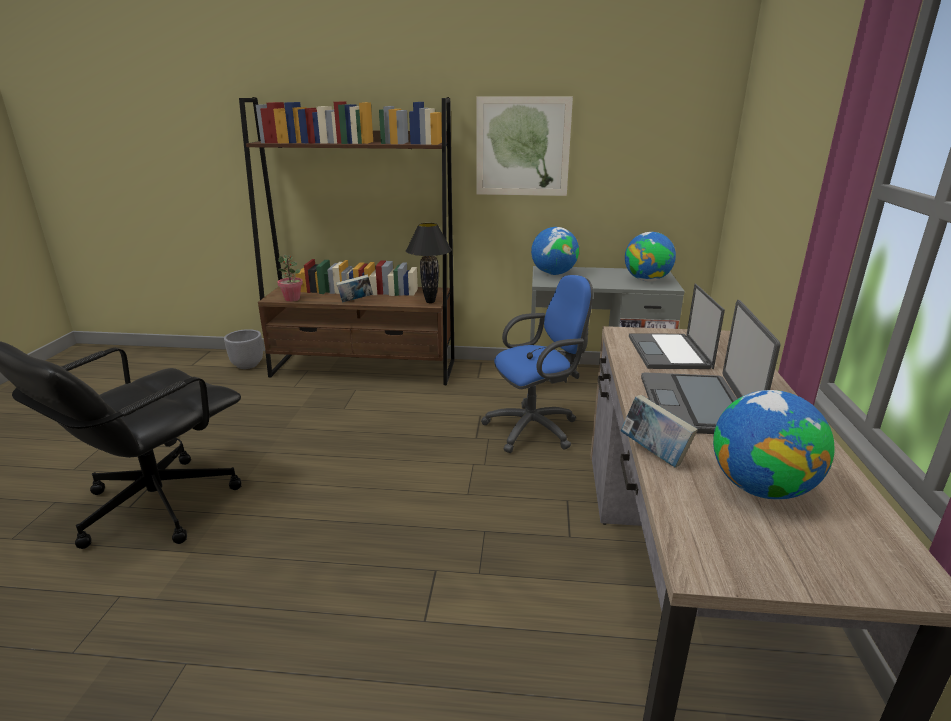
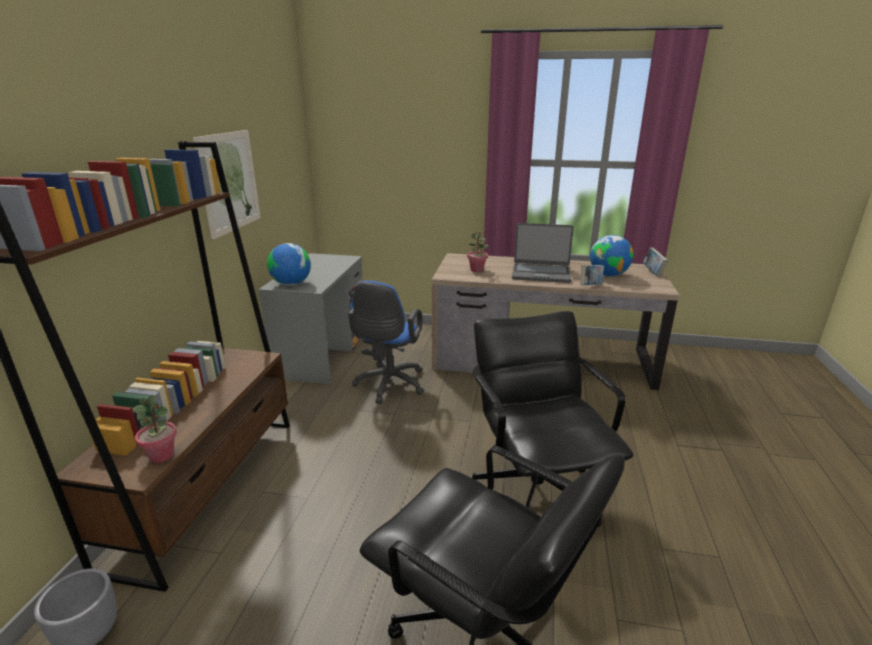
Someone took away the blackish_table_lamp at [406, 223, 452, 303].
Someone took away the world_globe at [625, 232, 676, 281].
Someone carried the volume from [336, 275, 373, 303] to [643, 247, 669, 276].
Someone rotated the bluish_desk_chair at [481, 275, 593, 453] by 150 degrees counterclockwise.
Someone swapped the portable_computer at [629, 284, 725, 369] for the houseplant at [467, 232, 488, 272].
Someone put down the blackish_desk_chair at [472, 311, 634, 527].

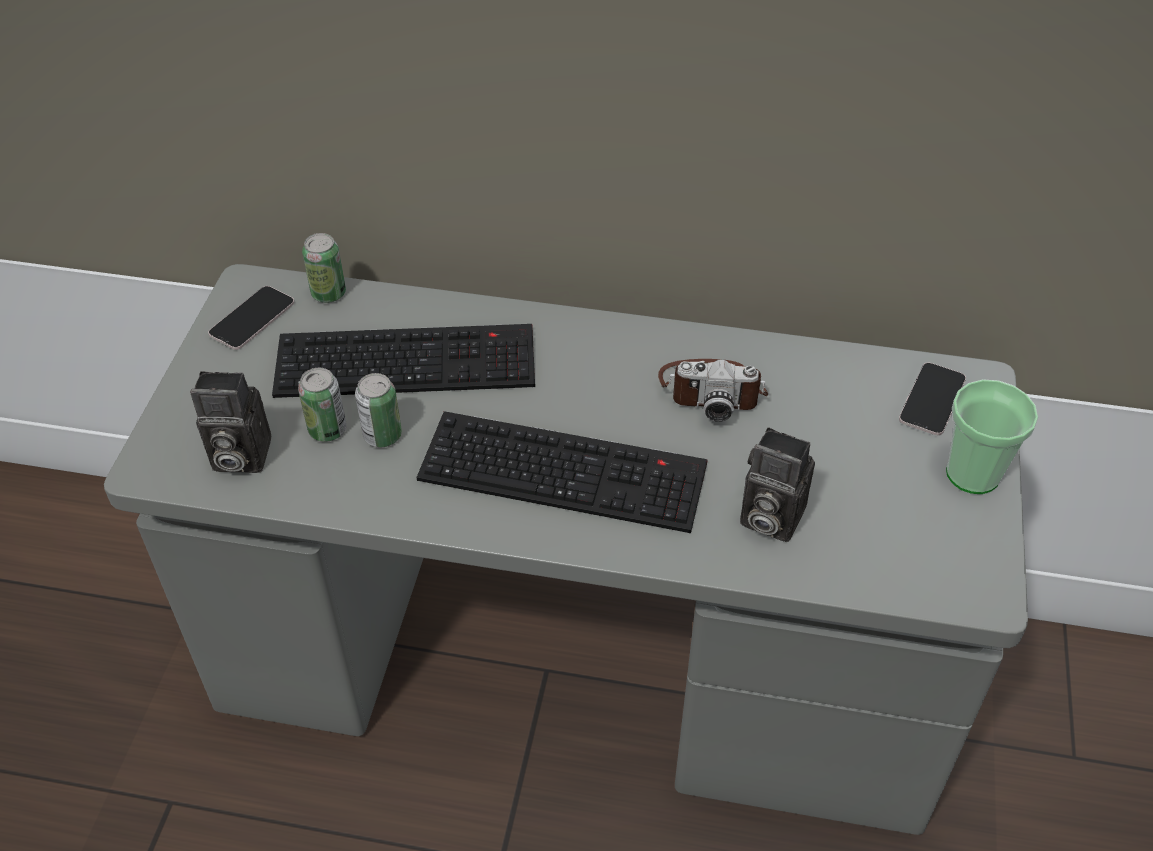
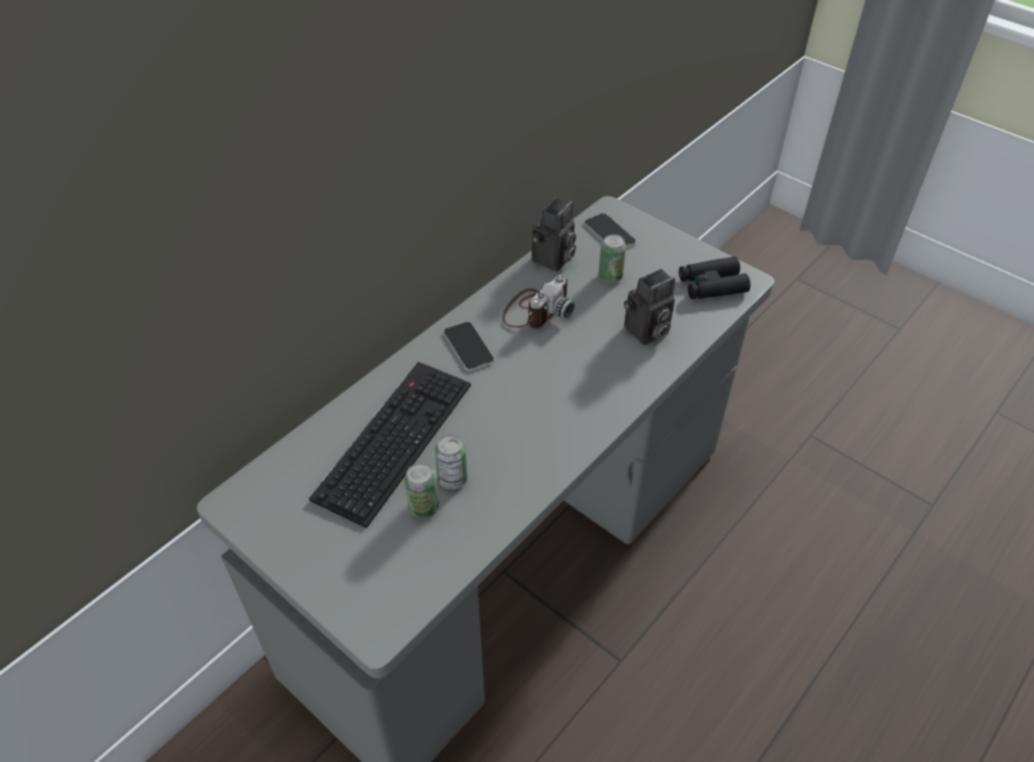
Someone carried the metal_can from [302, 233, 346, 303] to [599, 234, 626, 283].
Someone carried the telephone from [208, 286, 294, 350] to [444, 321, 495, 371].
Someone carried the photo_camera from [190, 371, 271, 473] to [531, 197, 576, 272].
Someone took away the small_cup at [946, 379, 1038, 494].
Someone took away the computer_keyboard at [417, 411, 708, 533].
Someone put down the blackish_binoculars at [679, 256, 751, 299].

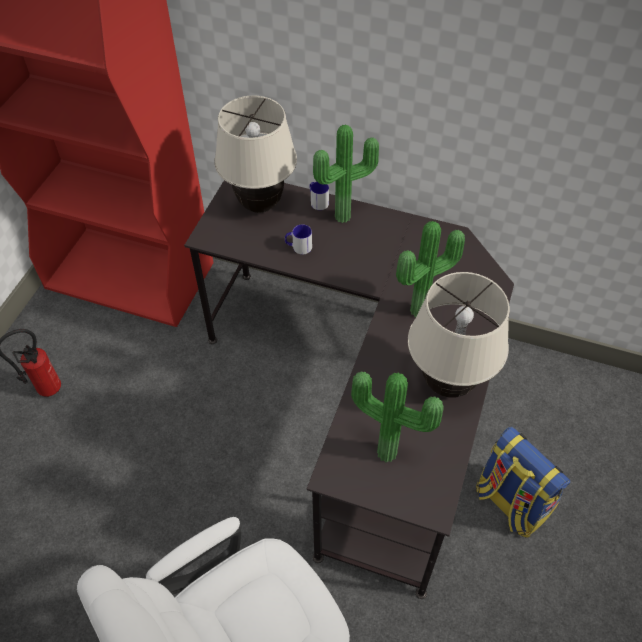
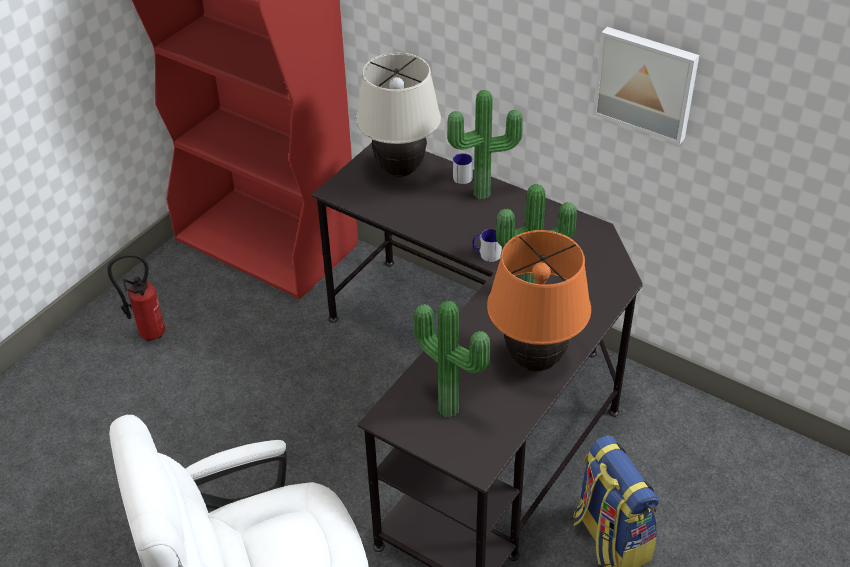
Someone carried the coffee_mug from [285, 224, 312, 254] to [472, 229, 502, 262].
Someone repainted the beige_table_lamp at [408, 272, 510, 398], which became the orange-coloured_table_lamp at [487, 230, 591, 371].
Someone put up the wall_picture at [593, 27, 699, 145].

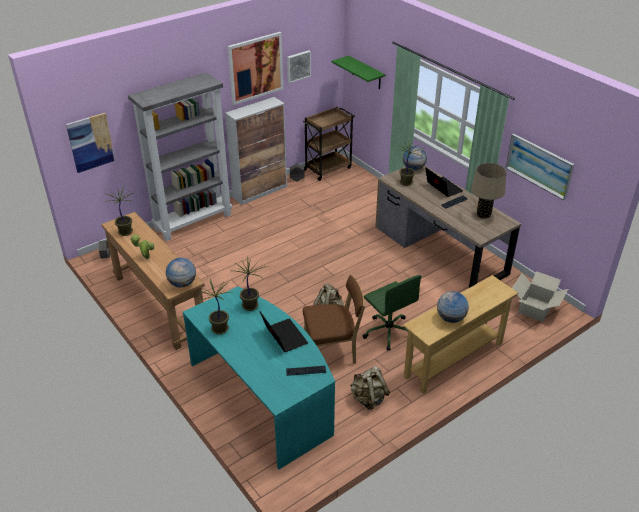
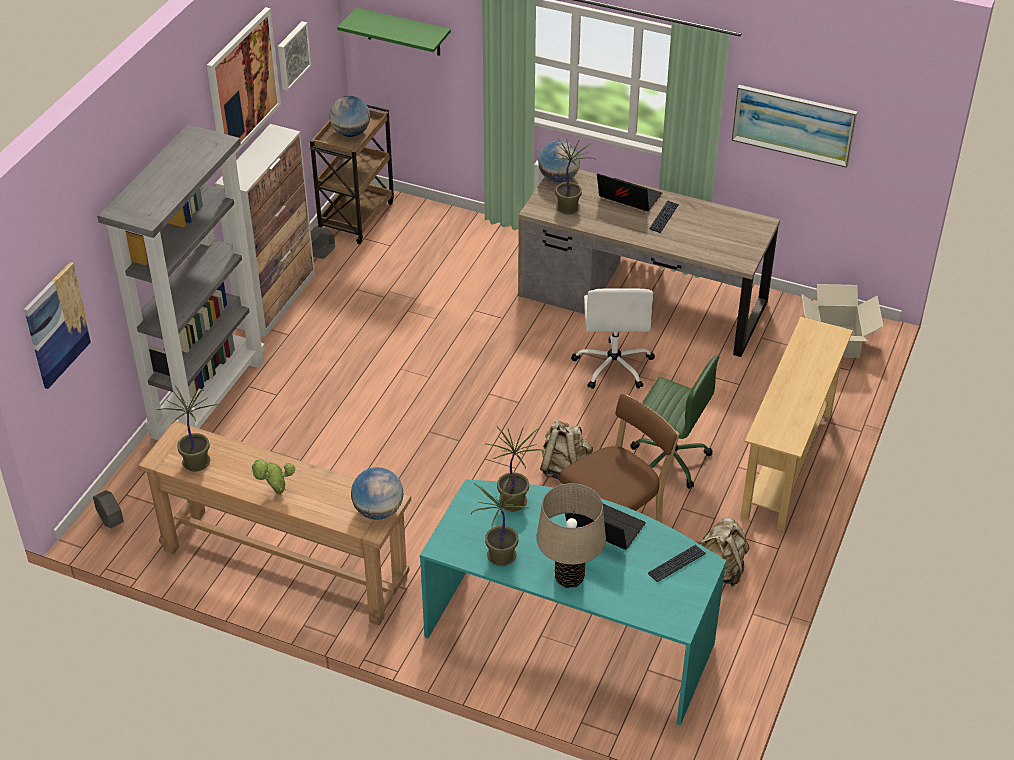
Someone carried the beige_table_lamp from [471, 163, 506, 219] to [536, 483, 606, 588].
Someone carried the world_globe from [437, 291, 469, 323] to [329, 96, 370, 137].
Someone put down the whitish_desk_chair at [571, 289, 655, 389].

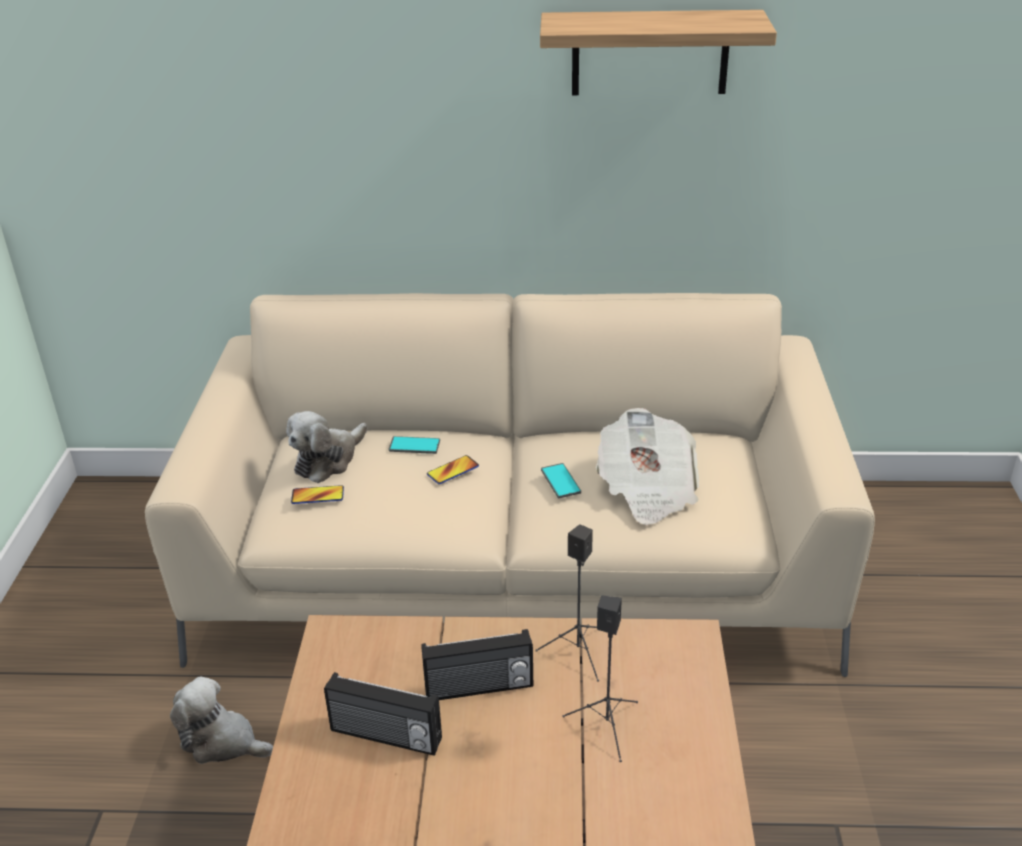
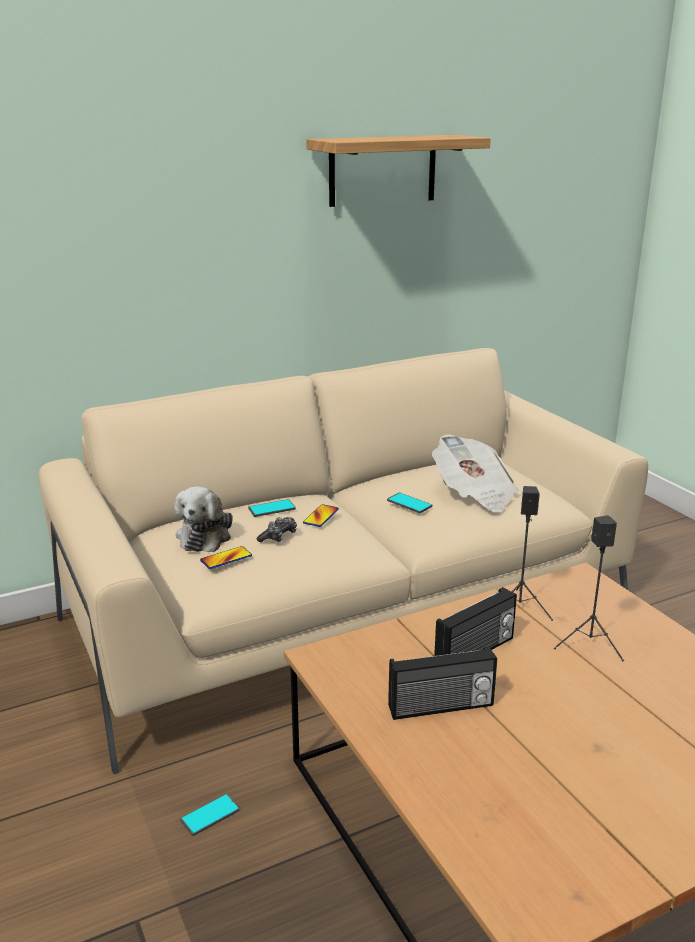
Someone swapped the soft_toy at [170, 676, 273, 764] for the telephone at [180, 794, 240, 836].
Someone put down the joypad at [256, 517, 297, 542].

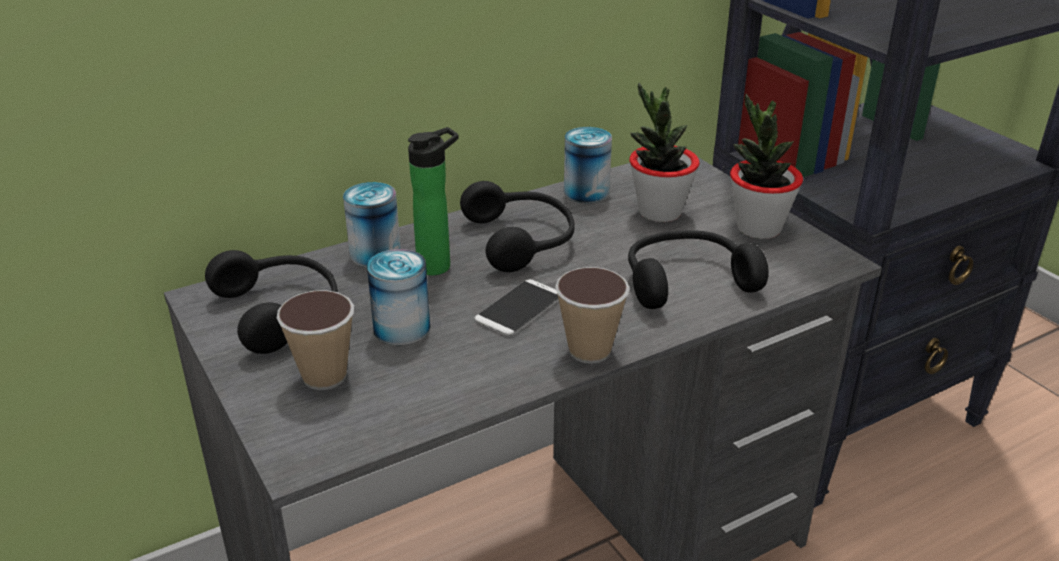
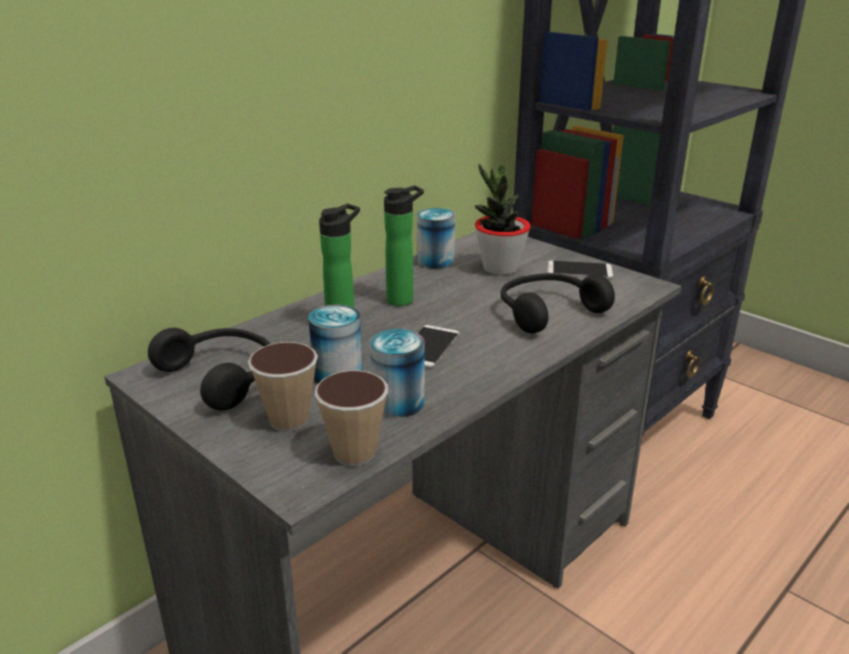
Someone swapped the houseplant at [730, 94, 803, 239] for the telephone at [547, 261, 613, 279].
Someone swapped the blackish_headset at [460, 181, 575, 272] for the drink_bottle at [384, 186, 424, 306].
Someone carried the metal_can from [343, 182, 401, 267] to [370, 329, 424, 418].
Someone carried the small_cup from [555, 267, 630, 364] to [315, 370, 388, 466].

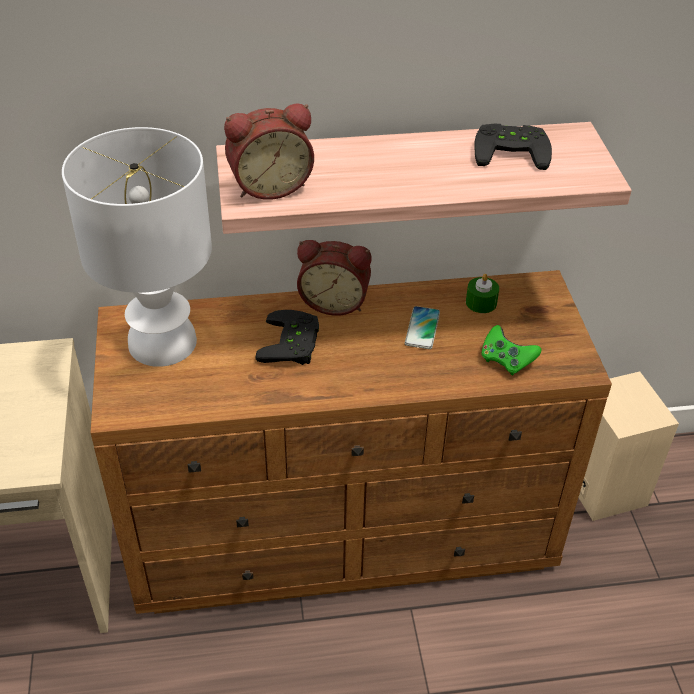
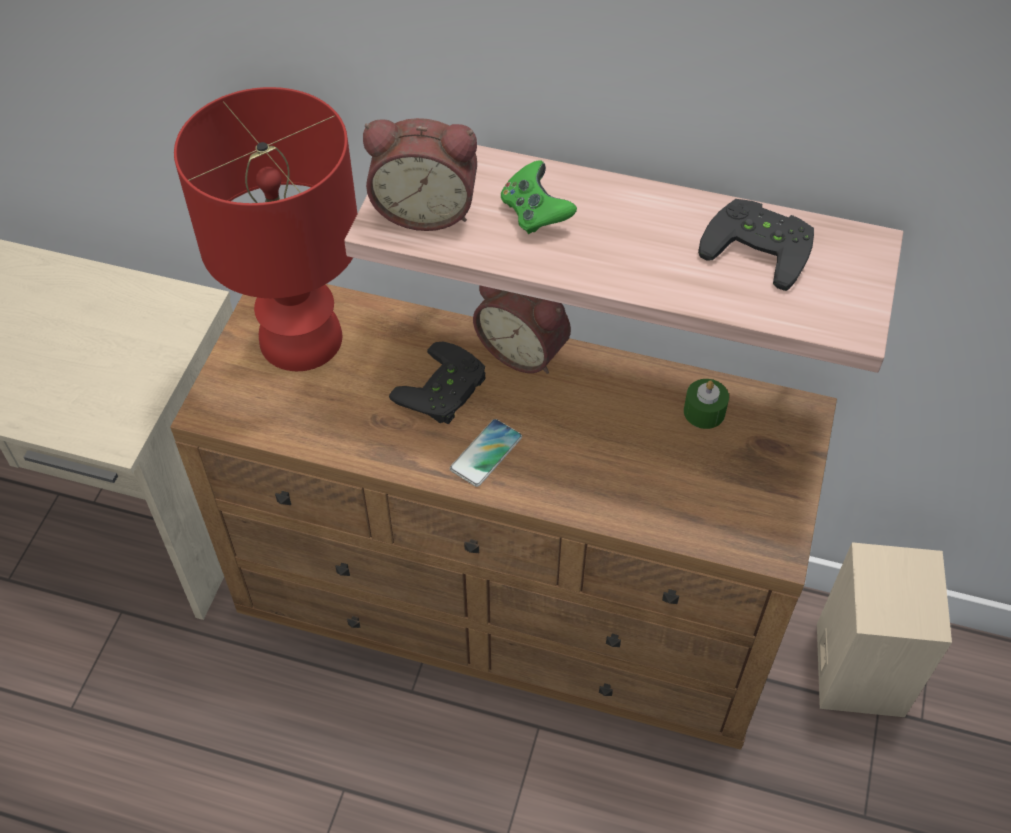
Someone repainted the whitish_table_lamp at [62, 127, 212, 367], which became the red-coloured_table_lamp at [174, 87, 357, 371].
Someone carried the telephone from [405, 306, 440, 349] to [450, 419, 522, 487].
Someone carried the green_joypad from [481, 325, 541, 376] to [501, 160, 577, 234].

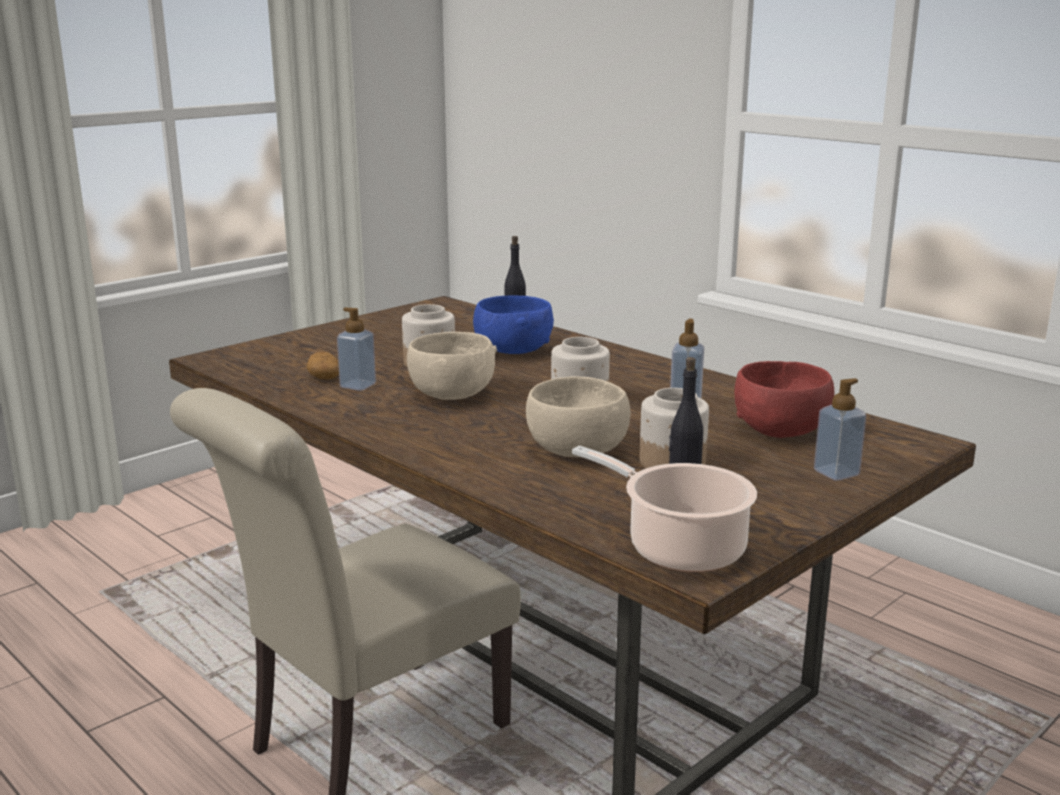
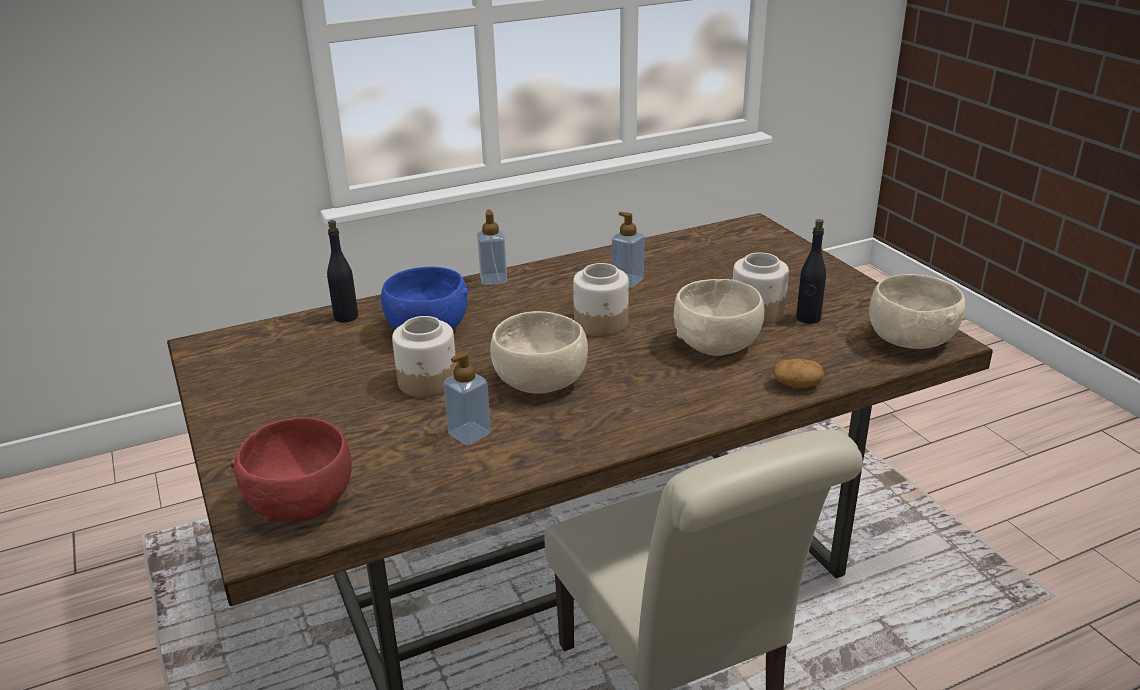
Someone carried the spud from [307, 352, 339, 380] to [773, 359, 824, 388].
Someone carried the red-coloured_serving_bowl from [734, 361, 835, 438] to [231, 417, 352, 522].
Someone carried the liquid_soap_bottle from [814, 378, 866, 481] to [477, 209, 507, 285].
Someone swapped the saucepot at [572, 445, 757, 572] for the beige_serving_bowl at [869, 274, 966, 349].

